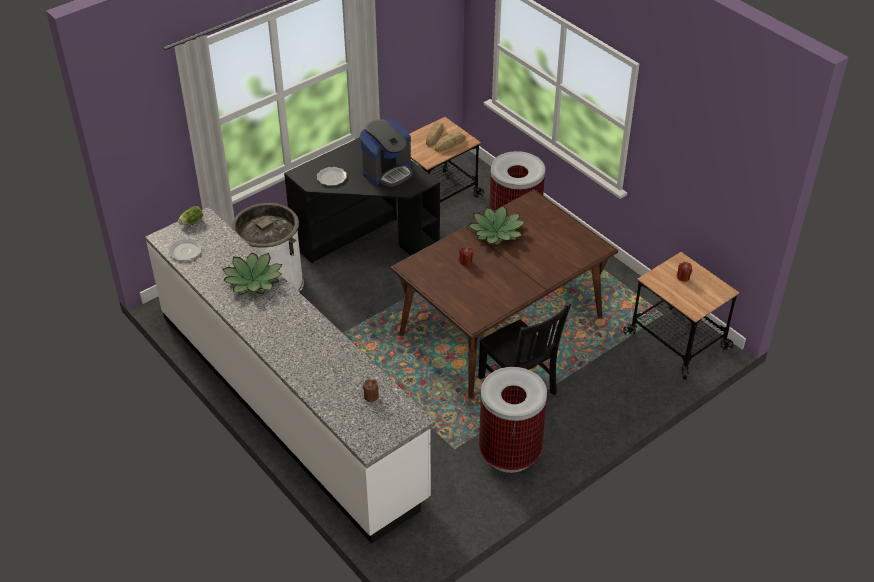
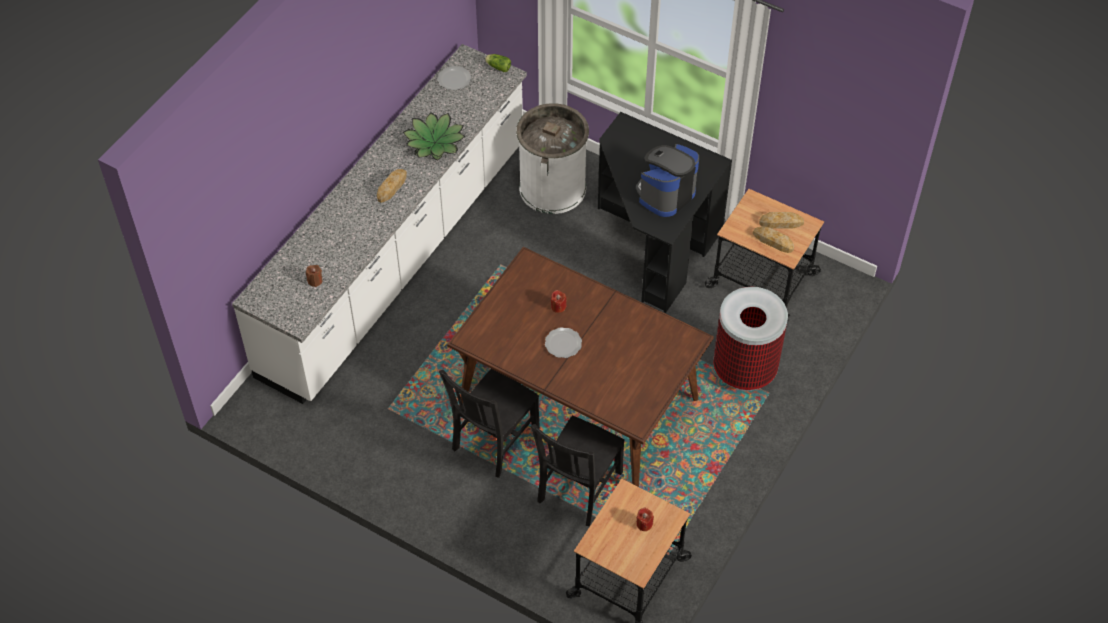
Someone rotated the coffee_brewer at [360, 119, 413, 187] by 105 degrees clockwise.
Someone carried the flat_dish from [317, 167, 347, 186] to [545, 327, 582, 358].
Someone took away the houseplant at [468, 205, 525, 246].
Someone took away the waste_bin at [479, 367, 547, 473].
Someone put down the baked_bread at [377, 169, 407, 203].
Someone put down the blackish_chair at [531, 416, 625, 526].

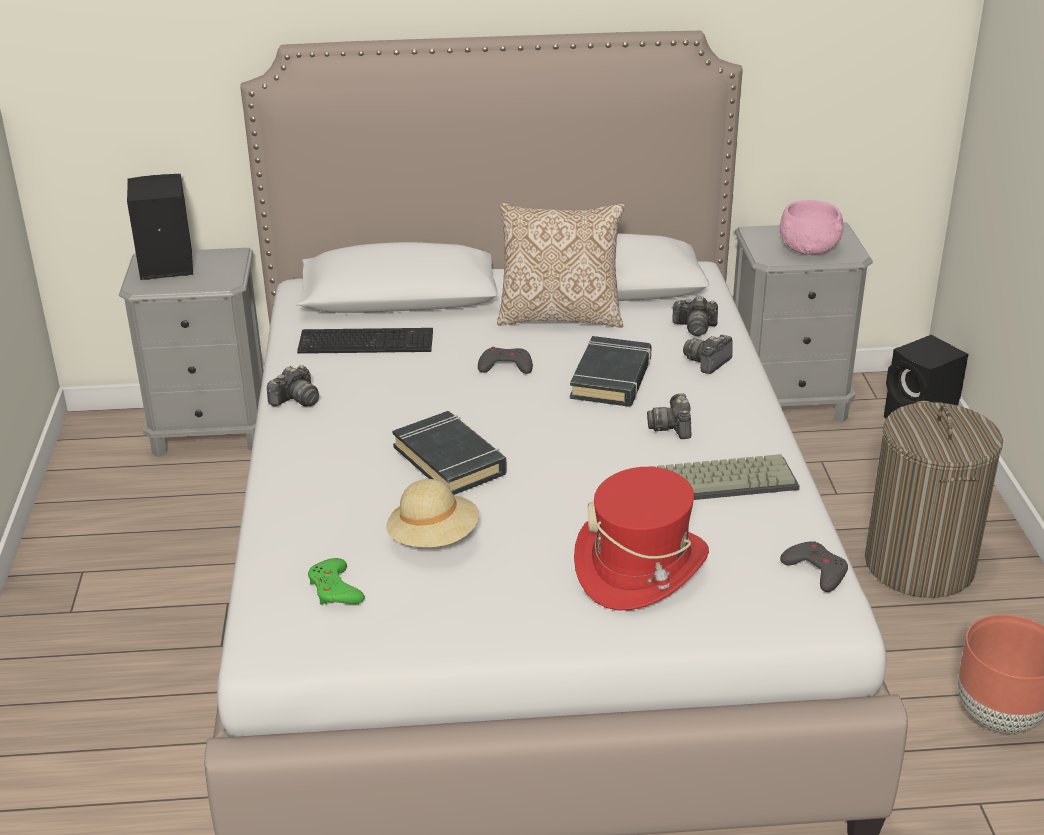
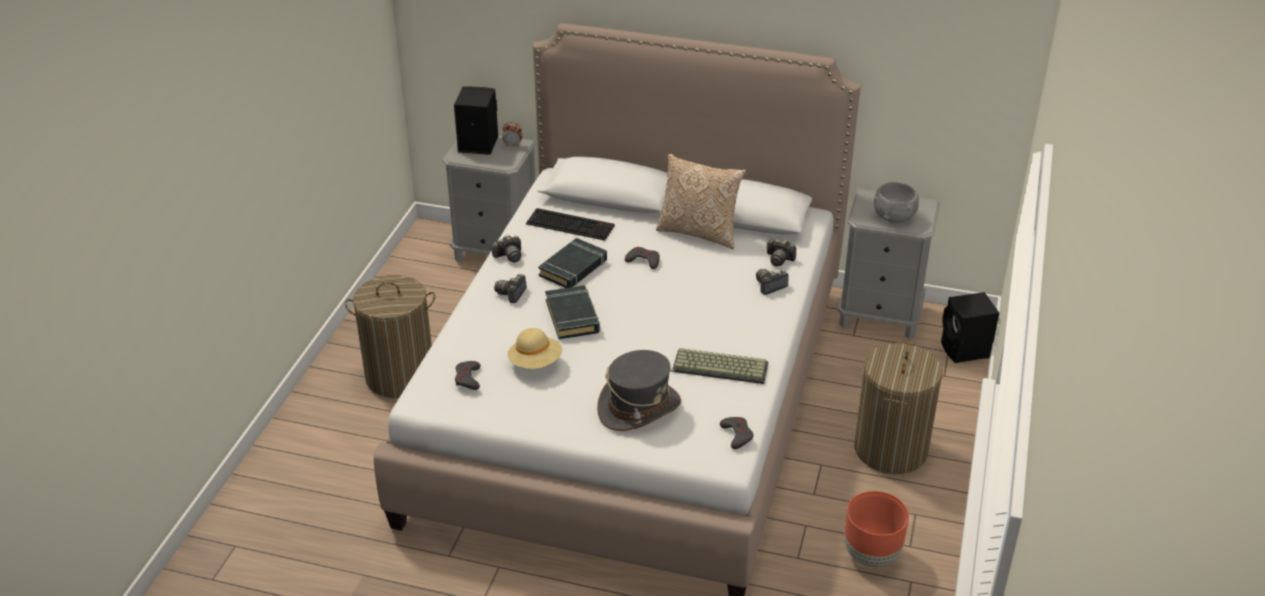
Someone repainted the pink-coloured_serving_bowl at [780, 200, 843, 255], which became the gray_serving_bowl at [874, 182, 919, 223].
Someone carried the blackish_volume from [570, 336, 652, 407] to [538, 238, 607, 288].
Someone carried the photo_camera from [647, 393, 691, 439] to [494, 274, 527, 303].
Someone repainted the red-coloured_wearable_hat at [574, 467, 709, 611], which became the gray_wearable_hat at [597, 350, 681, 431].
Someone repainted the green_joypad at [308, 558, 365, 605], which became the gray_joypad at [455, 361, 481, 390].
Someone put down the bedside_clock at [503, 122, 522, 147].
Someone put down the washing_basket at [345, 275, 436, 398].

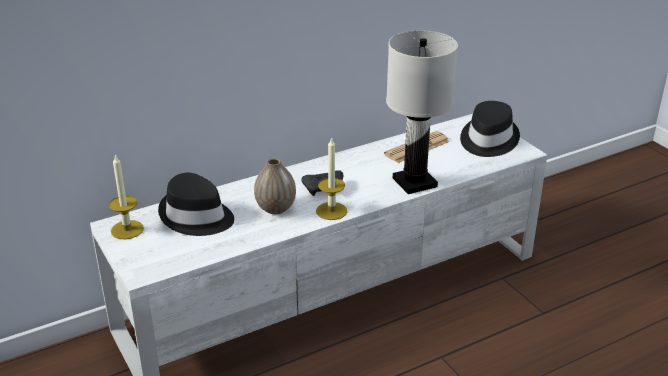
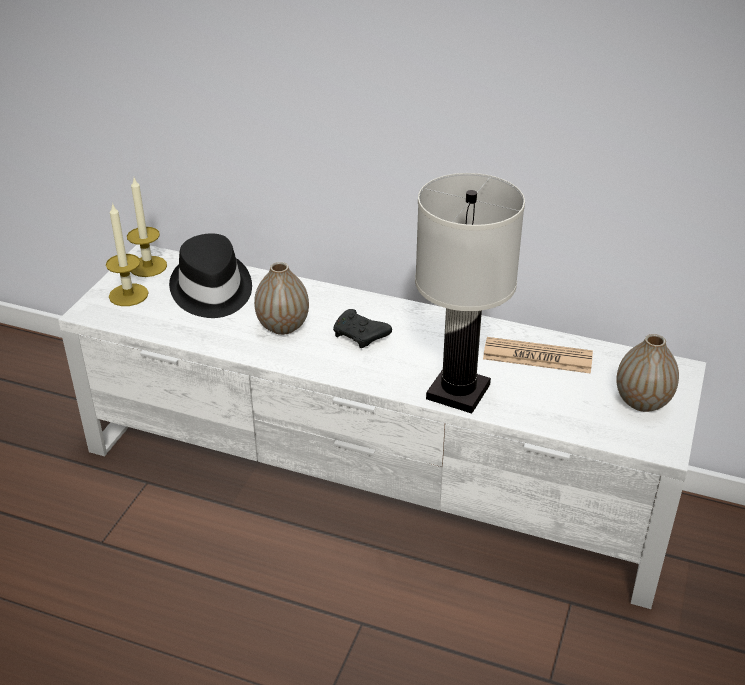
Someone swapped the blackish_wearable_hat at [460, 101, 520, 157] for the decorative_vase at [616, 334, 679, 412].
Someone carried the wax_light from [316, 137, 347, 220] to [106, 203, 149, 306].

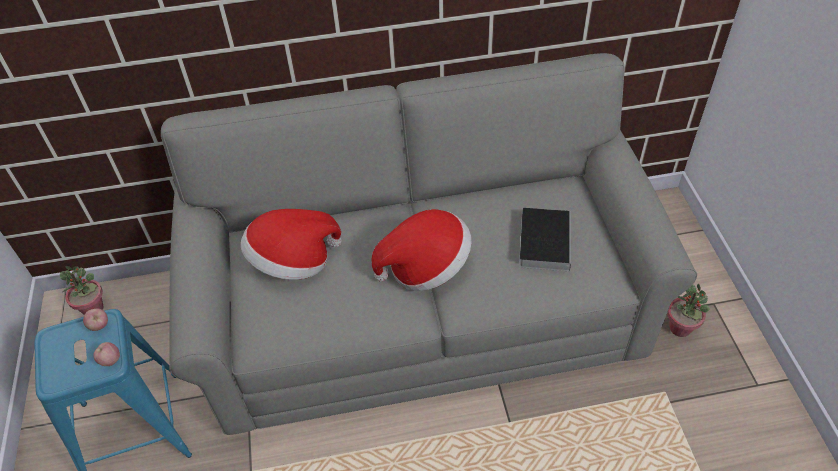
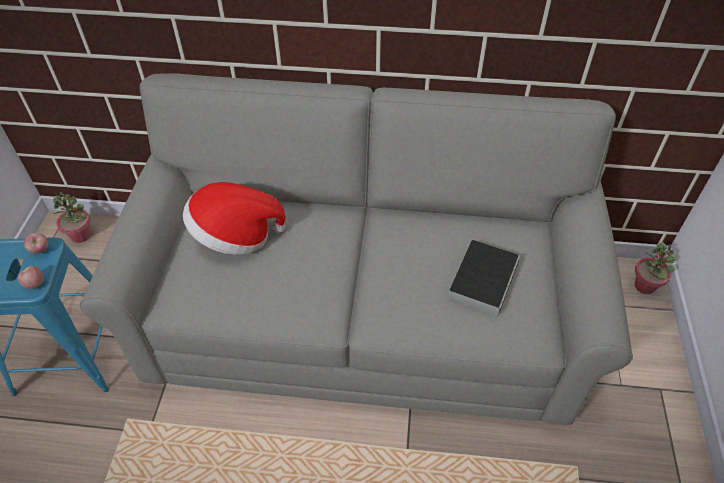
Someone took away the wearable_hat at [371, 209, 471, 291].
Someone carried the houseplant from [667, 283, 710, 337] to [635, 242, 676, 294].

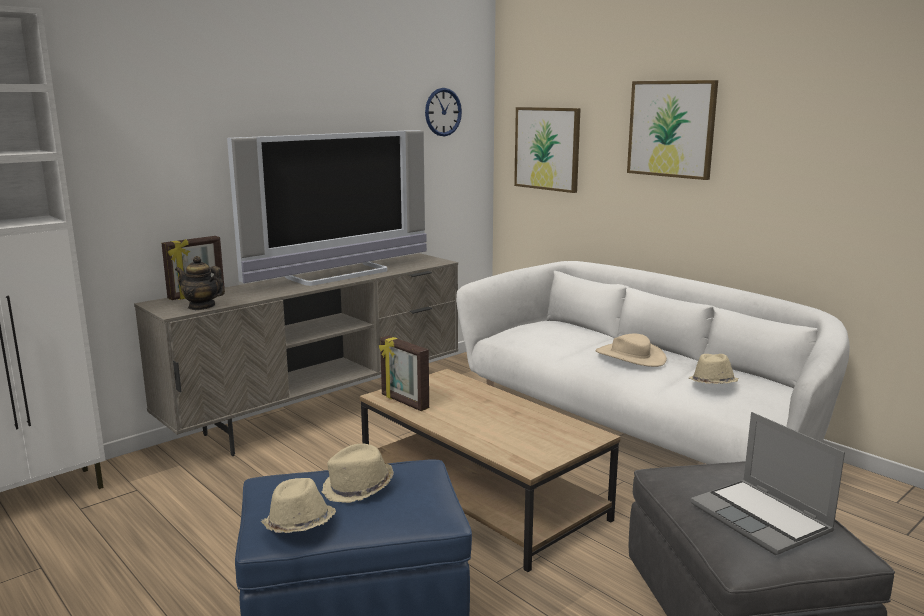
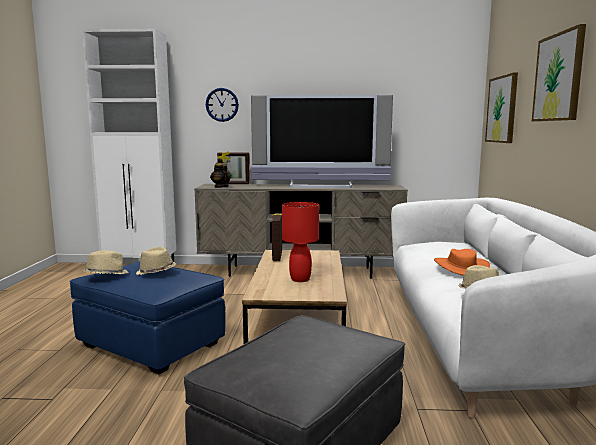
Someone carried the wall_clock from [425, 88, 462, 136] to [206, 88, 239, 122].
Someone repainted the beige_wearable_hat at [595, 333, 667, 367], which became the orange-coloured_wearable_hat at [434, 249, 490, 276].
Someone took away the portable_computer at [691, 412, 845, 555].
Someone put down the red-coloured_table_lamp at [282, 202, 319, 282].

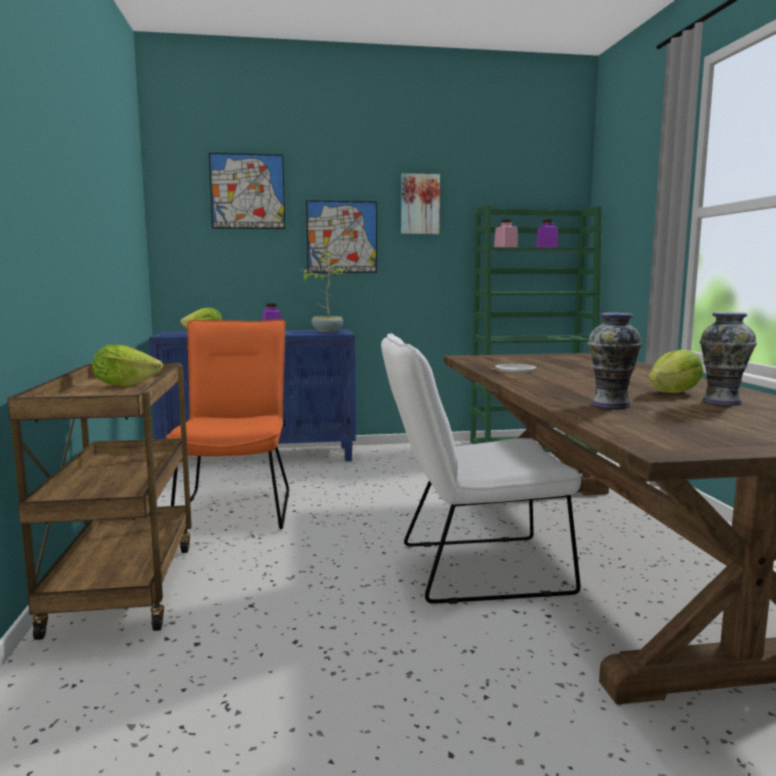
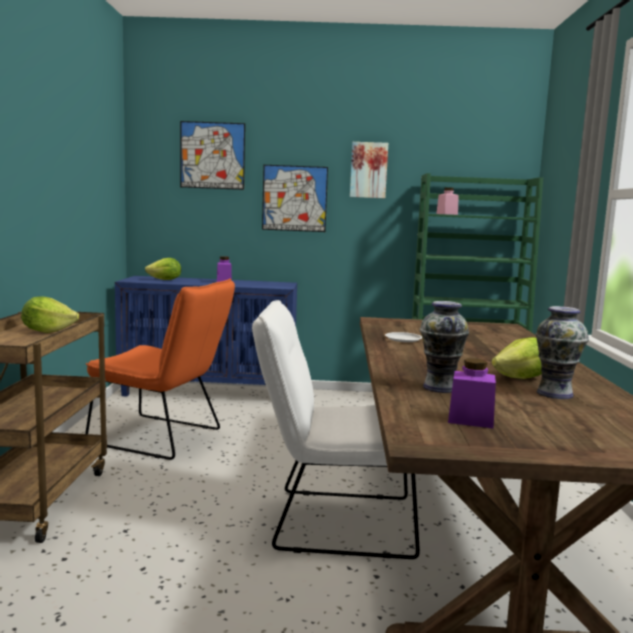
Someone carried the purple-coloured_storage_jar from [536, 219, 558, 248] to [448, 358, 496, 429].
Someone took away the houseplant at [301, 251, 346, 333].
Someone rotated the orange-coloured_chair at [166, 320, 289, 529] by 105 degrees clockwise.

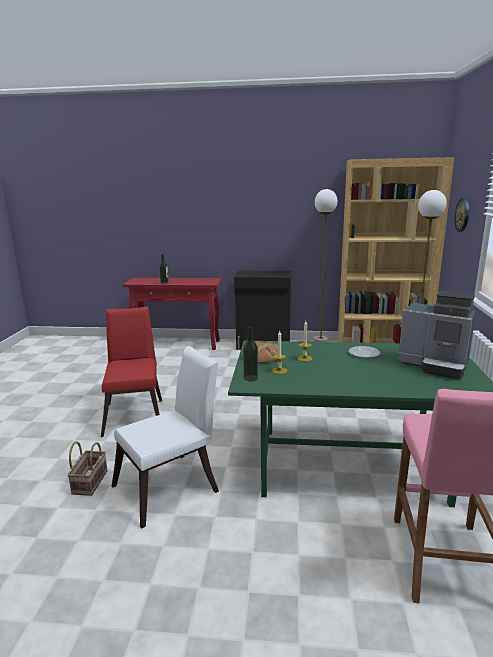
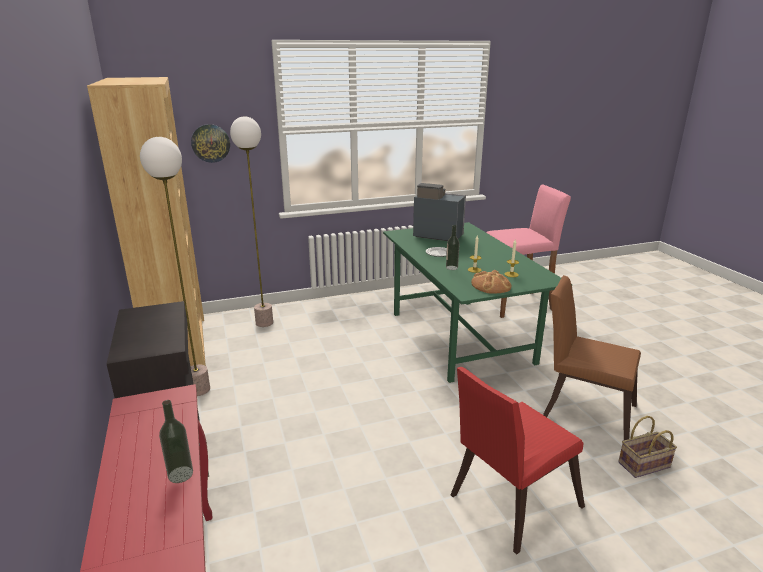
Someone rotated the coffee_brewer at [398, 291, 476, 379] by 75 degrees counterclockwise.
Someone carried the drink_bottle from [243, 326, 258, 381] to [446, 225, 460, 270].
Someone repainted the whitish_chair at [112, 346, 219, 529], which became the brown-coloured_chair at [543, 275, 641, 440].

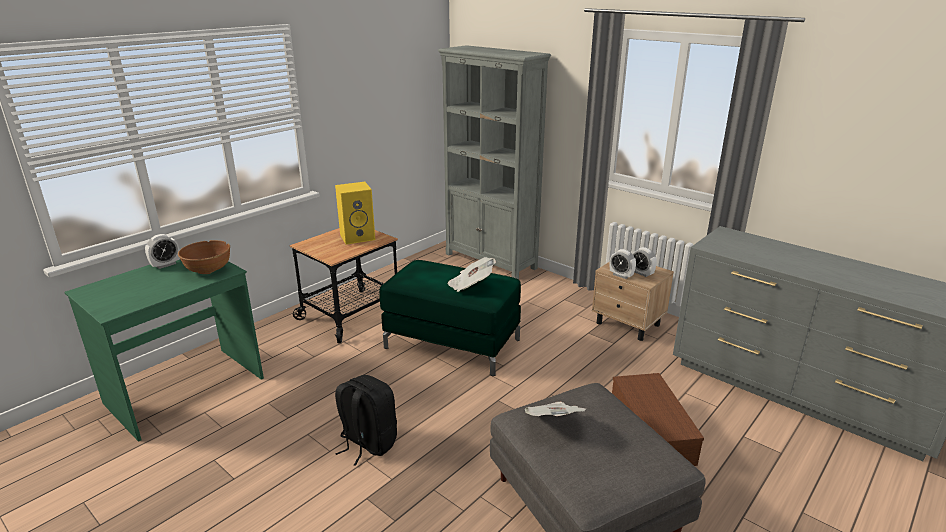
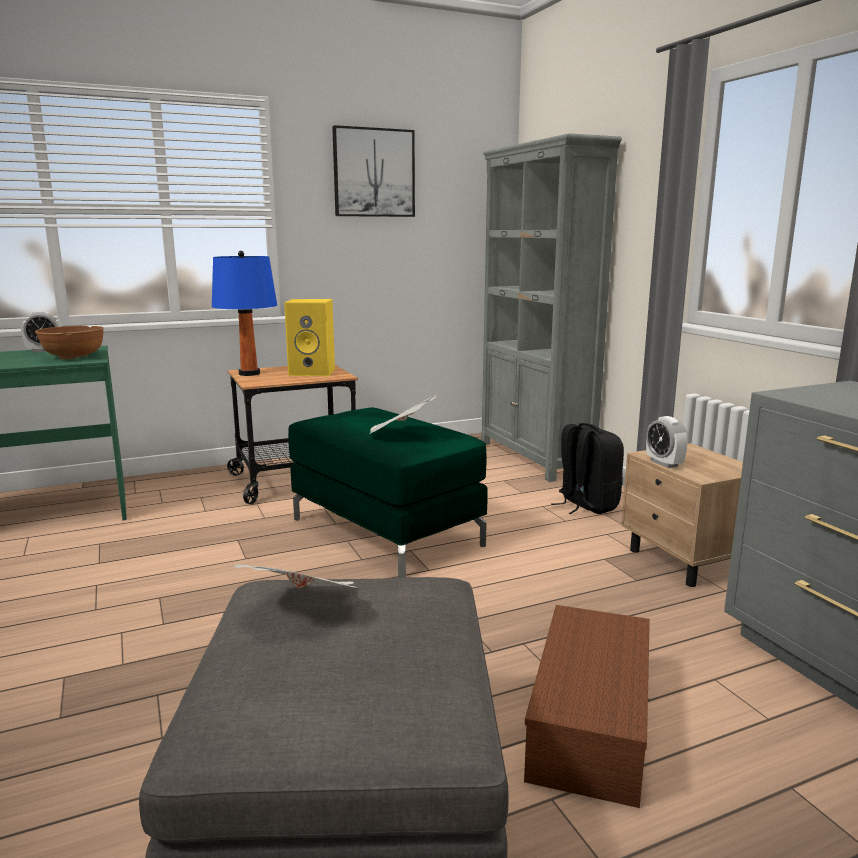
Someone took away the bedside_clock at [632, 247, 657, 277].
Someone carried the blackish_rucksack from [335, 375, 397, 466] to [551, 423, 624, 514].
Someone put up the wall_picture at [332, 125, 415, 217].
Someone put down the bluish_table_lamp at [212, 251, 277, 376].

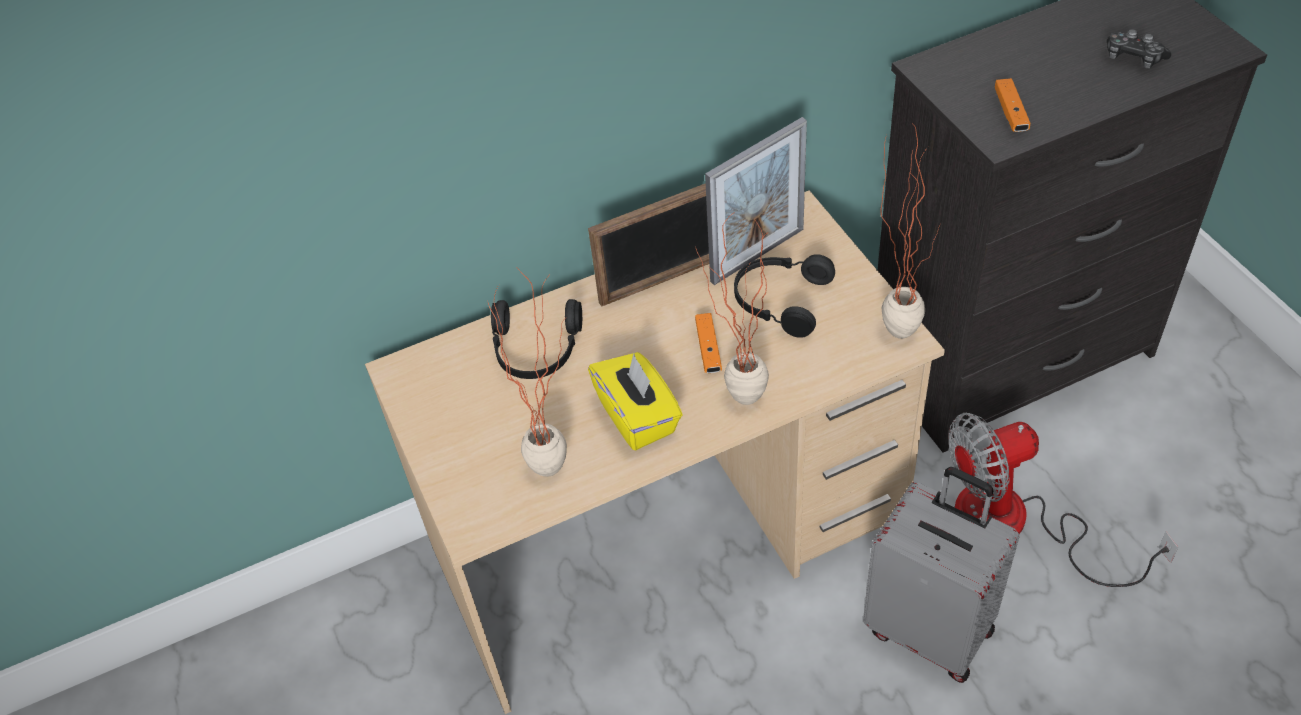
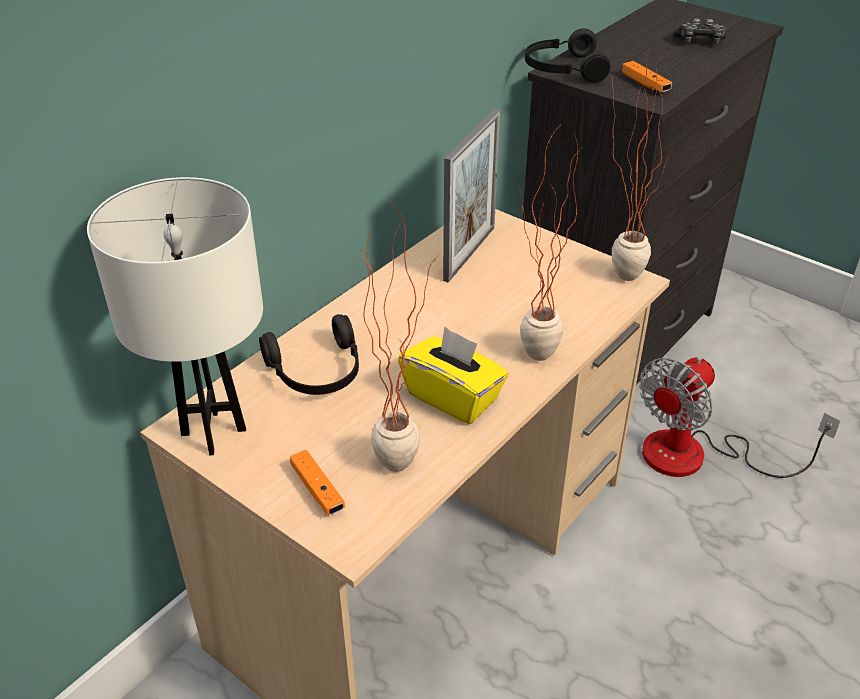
Someone took away the standing_frame at [588, 183, 709, 307].
Someone carried the blackish_headset from [734, 254, 835, 338] to [525, 28, 611, 82].
Someone carried the orange-coloured_joypad from [695, 313, 722, 373] to [290, 450, 345, 515].
Someone took away the gray_piece_of_luggage at [863, 467, 1020, 683].
Someone put down the whitish_table_lamp at [87, 177, 263, 455].

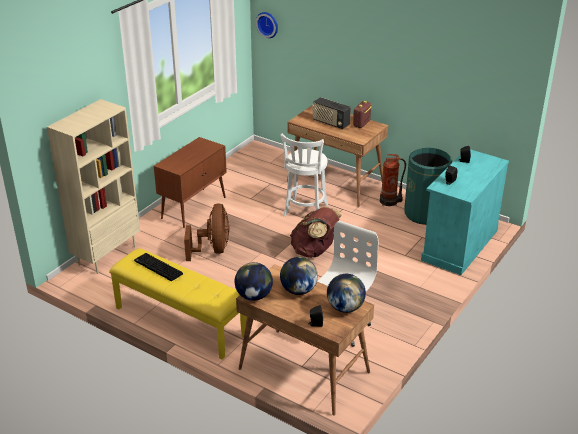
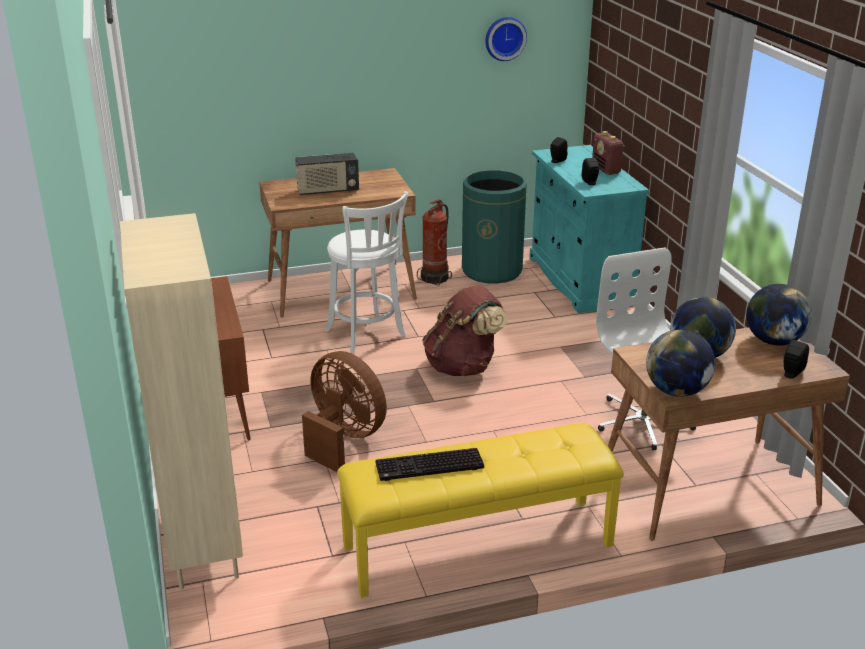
Someone carried the wall_clock from [256, 12, 278, 38] to [486, 17, 527, 61].
Someone carried the radio_set from [353, 101, 372, 128] to [592, 131, 625, 175].

